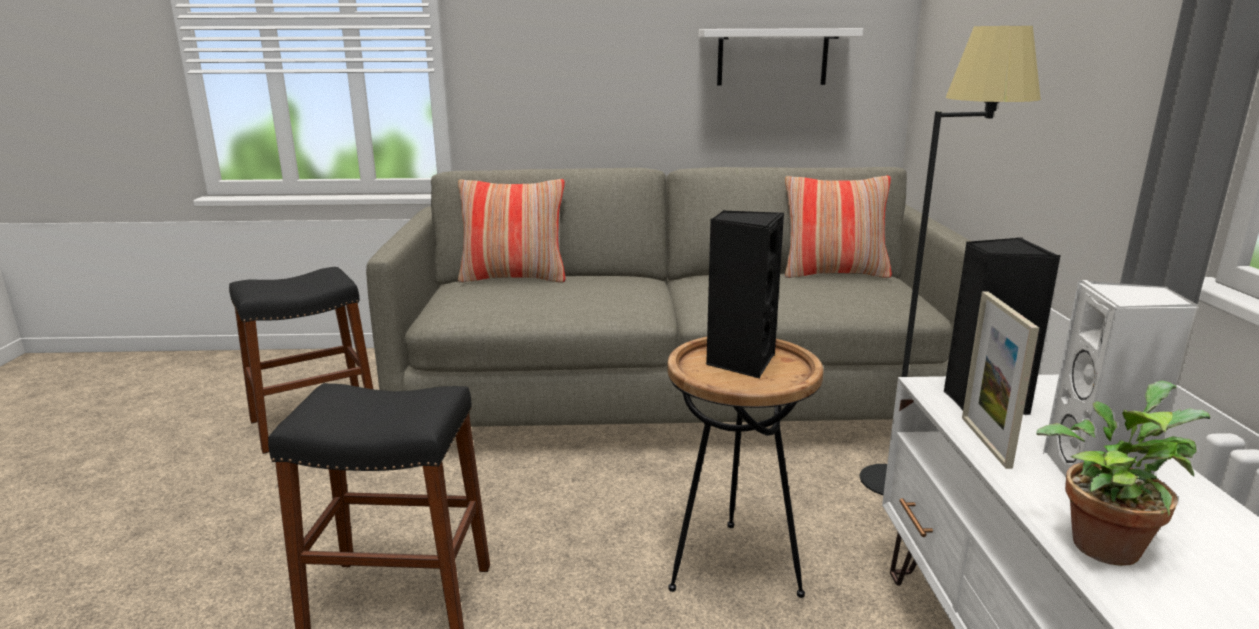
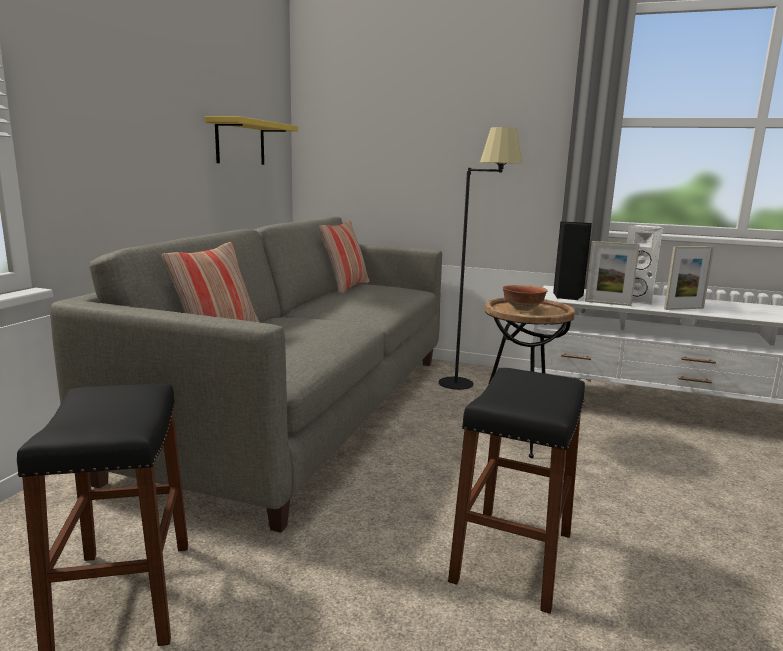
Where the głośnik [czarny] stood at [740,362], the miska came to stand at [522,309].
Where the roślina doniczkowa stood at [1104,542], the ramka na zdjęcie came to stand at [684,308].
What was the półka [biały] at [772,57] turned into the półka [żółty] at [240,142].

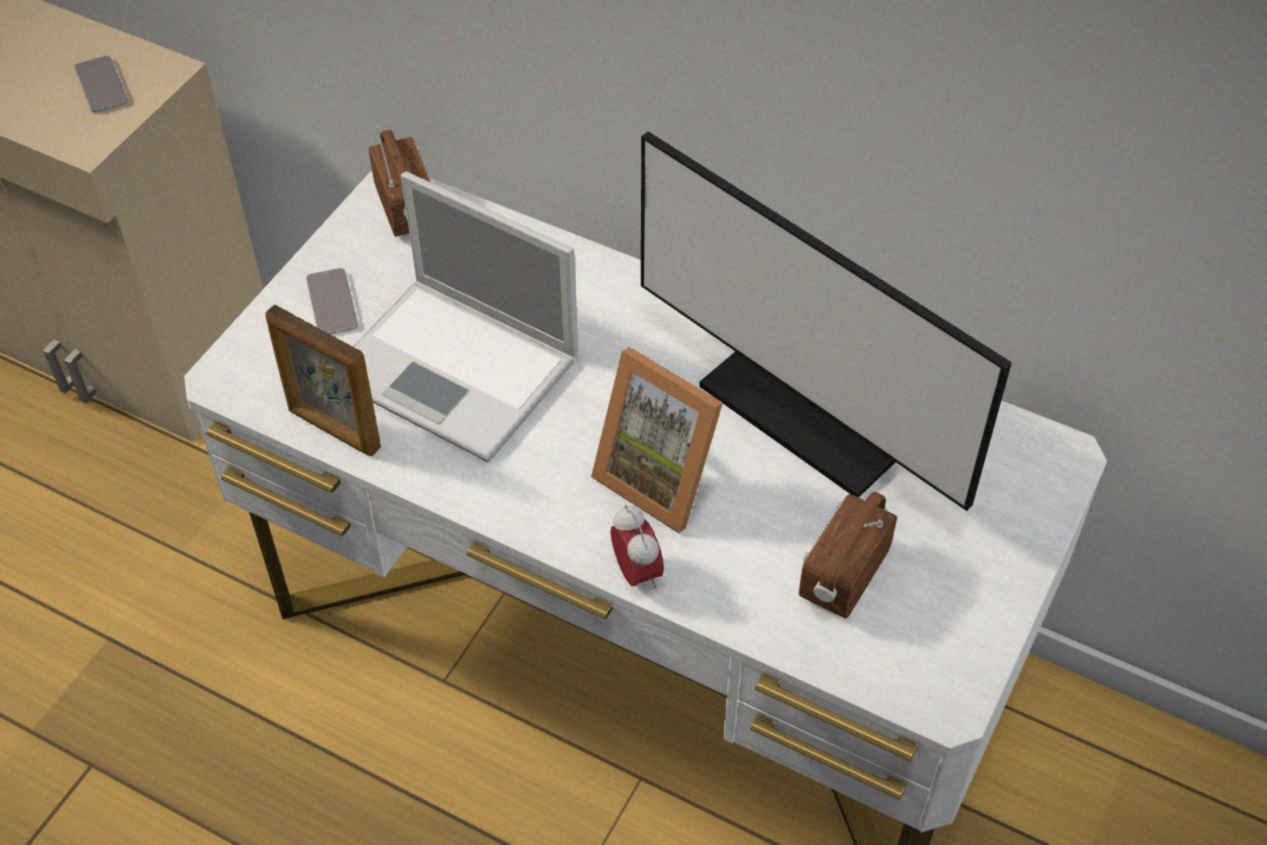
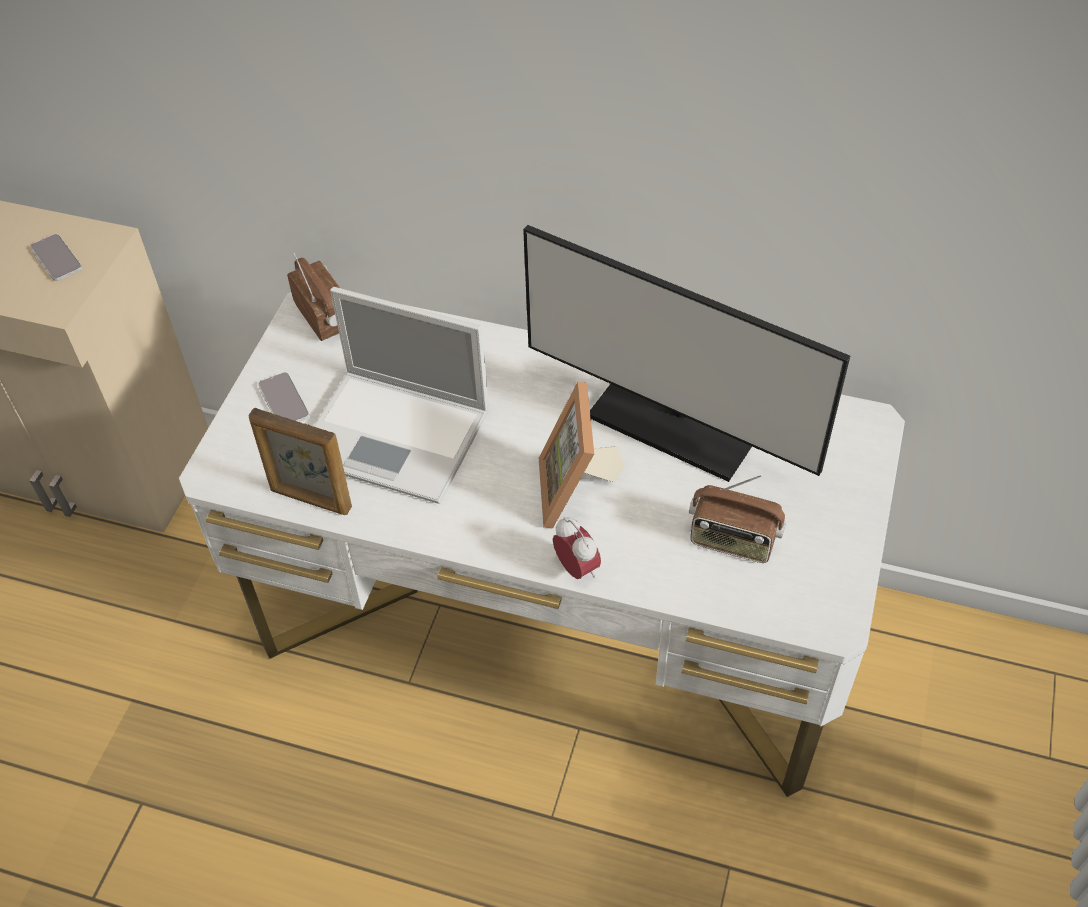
The ramka na zdjęcie at [662,476] ended up facing another way, 60 degrees clockwise from before.
The radio at [842,574] ended up facing another way, 90 degrees counterclockwise from before.

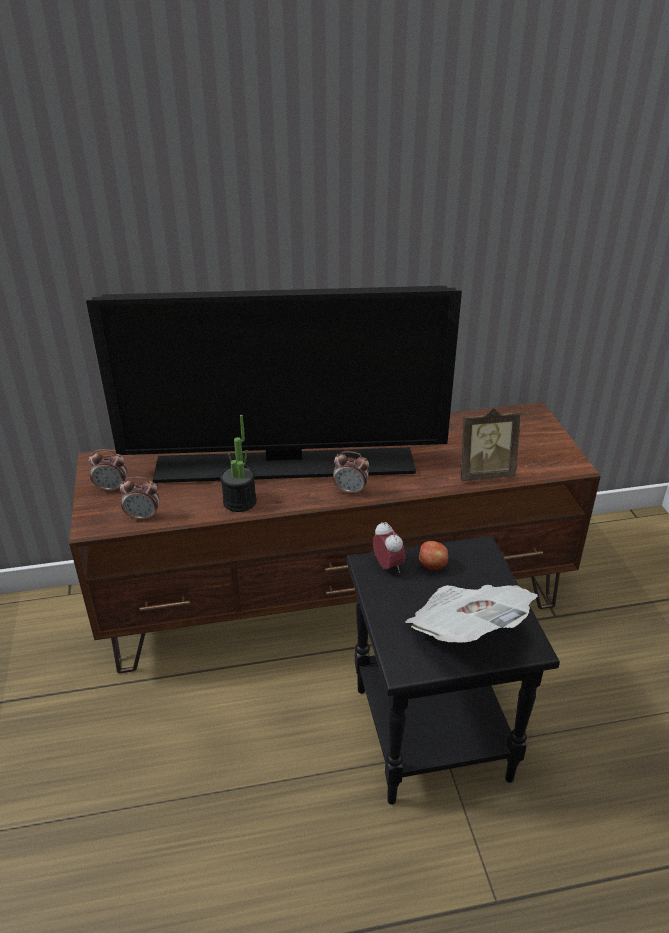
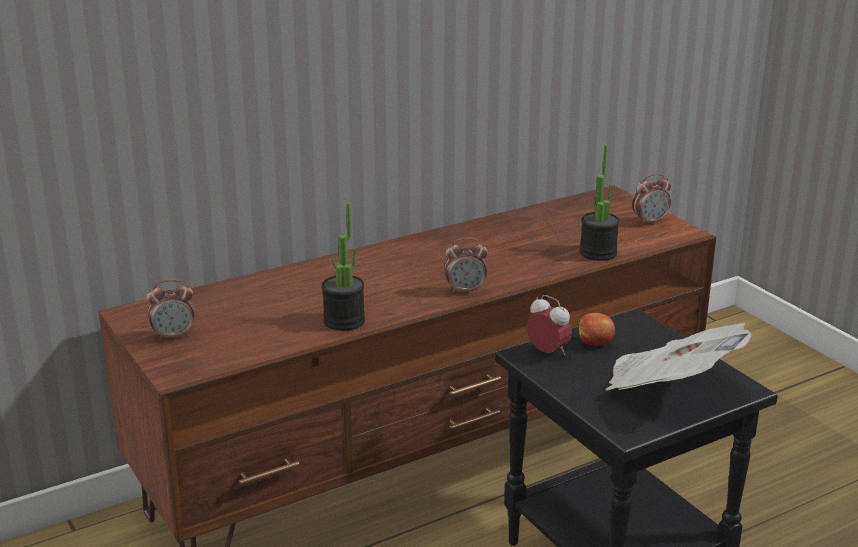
The second view lost the telewizor at [286,465].
The budzik ended up elsewhere, having gone from [143,517] to [649,222].
Where the ramka na zdjęcie stood at [484,473], the roślina doniczkowa came to stand at [598,253].

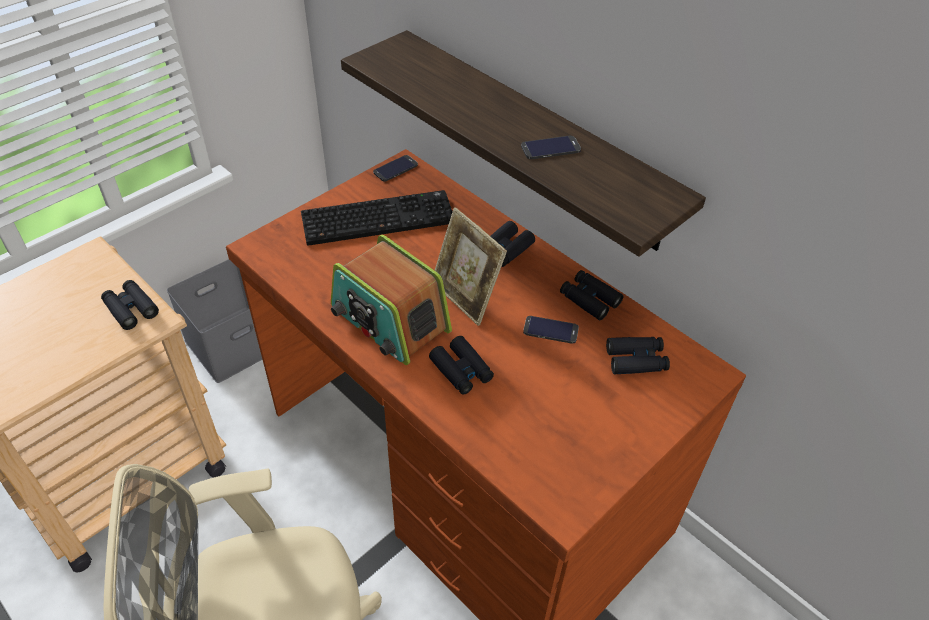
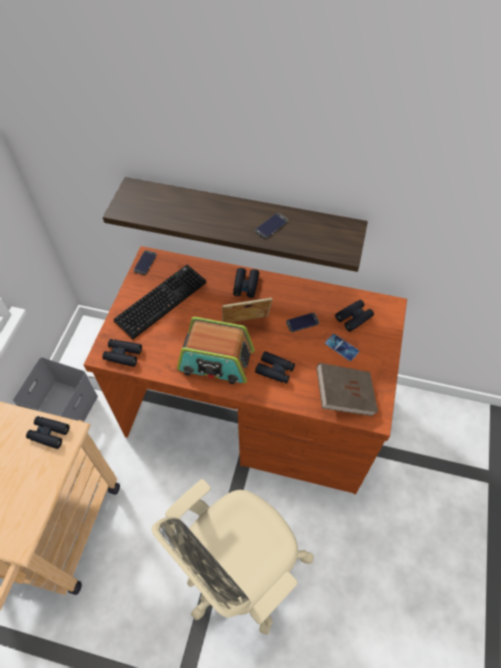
The second view gained the książka [brązowy] at [344,396].
The second view gained the telefon at [341,347].
The lornetka [czarny] ended up elsewhere, having gone from [589,299] to [123,354].
The ramka na zdjęcie at [465,297] ended up facing another way, 150 degrees clockwise from before.

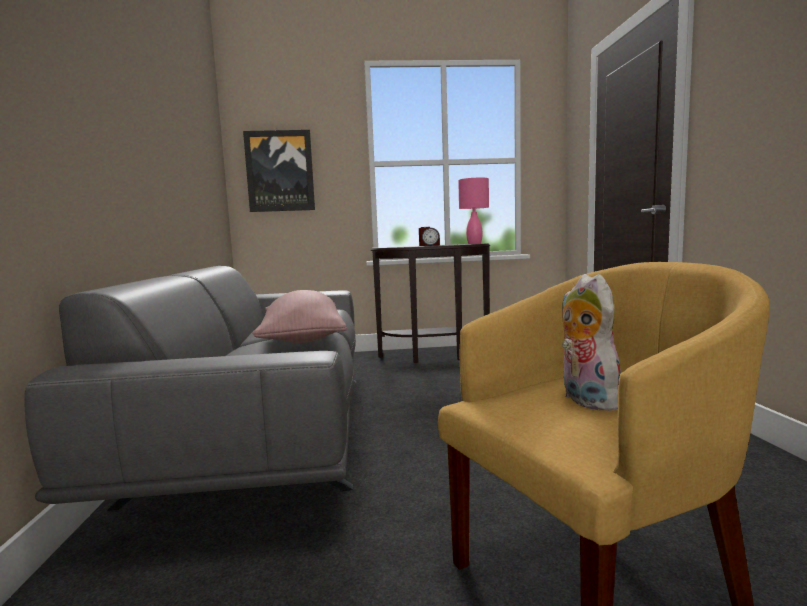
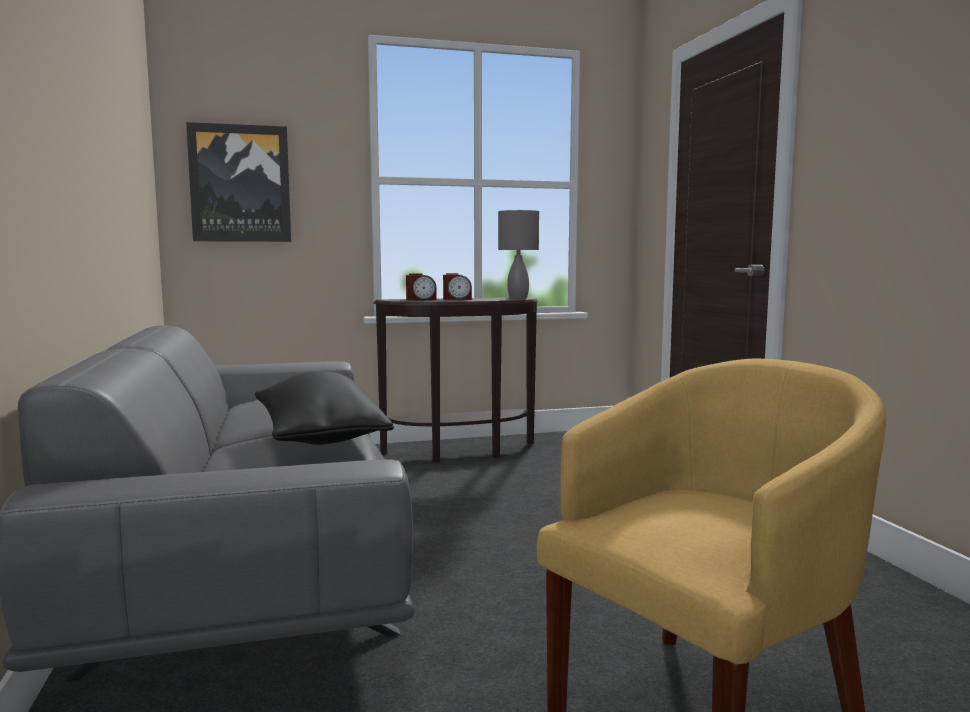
The second view lost the pluszak at [585,400].
The second view gained the budzik at [421,299].
What was the poduszka [różowy] at [302,339] turned into the poduszka [czarny] at [318,438].
What was the lampa stołowa [różowy] at [475,243] turned into the lampa stołowa [szary] at [518,298].

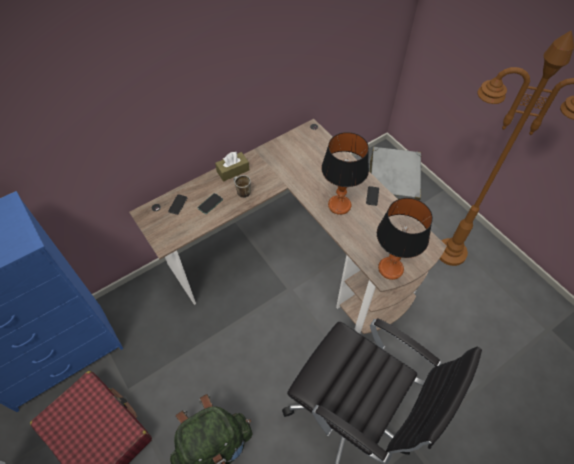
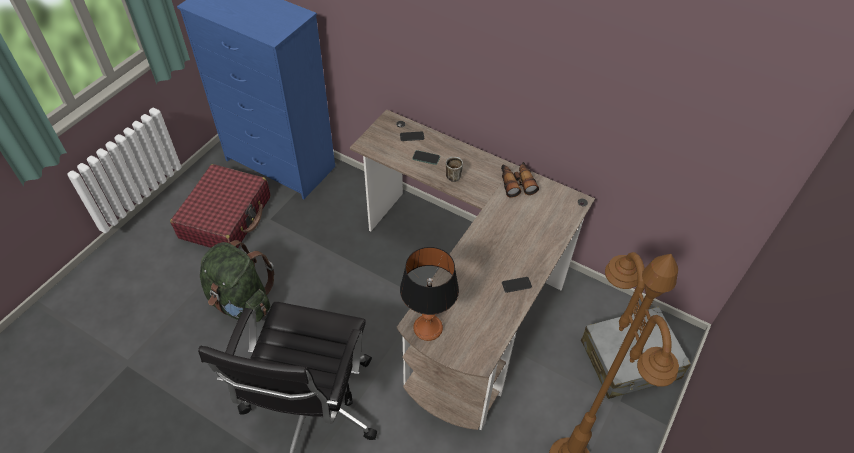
The second view lost the pudełko chusteczek [brązowy] at [233,170].
The second view lost the lampa stołowa at [339,205].
The second view gained the lornetka at [516,182].

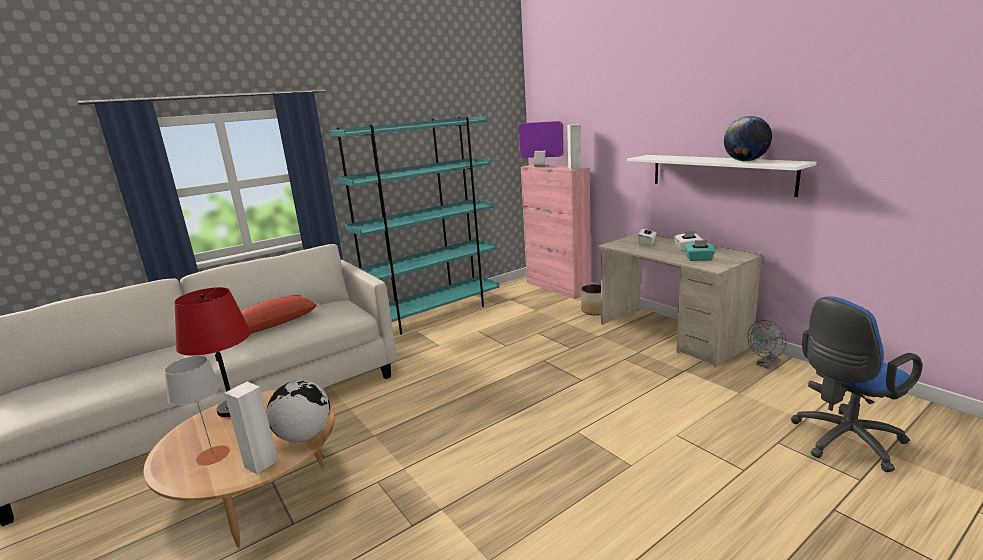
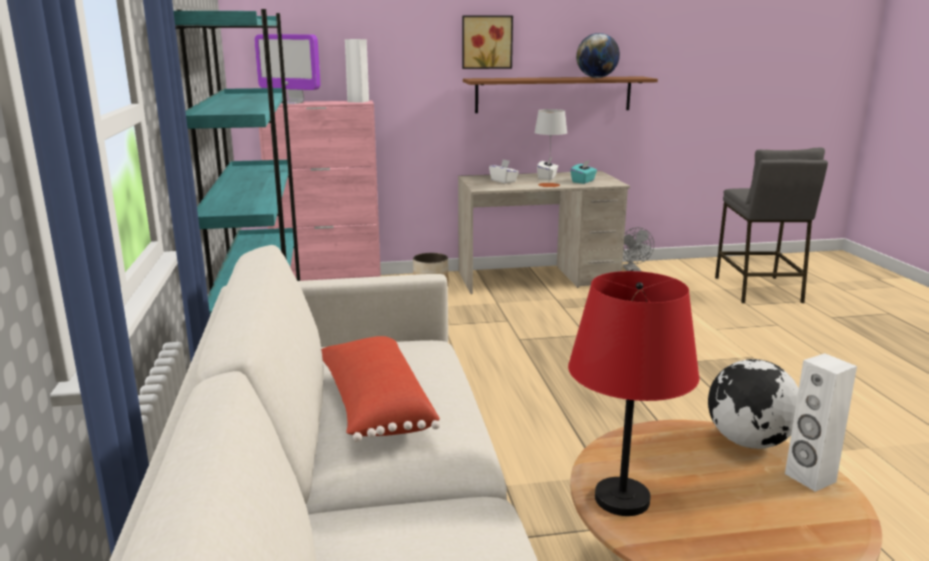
The second view gained the obraz at [486,42].
The lampa stołowa [szary] ended up elsewhere, having gone from [213,455] to [548,185].
Where the krzesło biurowe [niebieski] stood at [843,441], the stołek [szary] came to stand at [758,290].
What was the półka [biały] at [719,173] turned into the półka [brązowy] at [553,94].
The monitor at [541,166] ended up facing another way, 120 degrees counterclockwise from before.

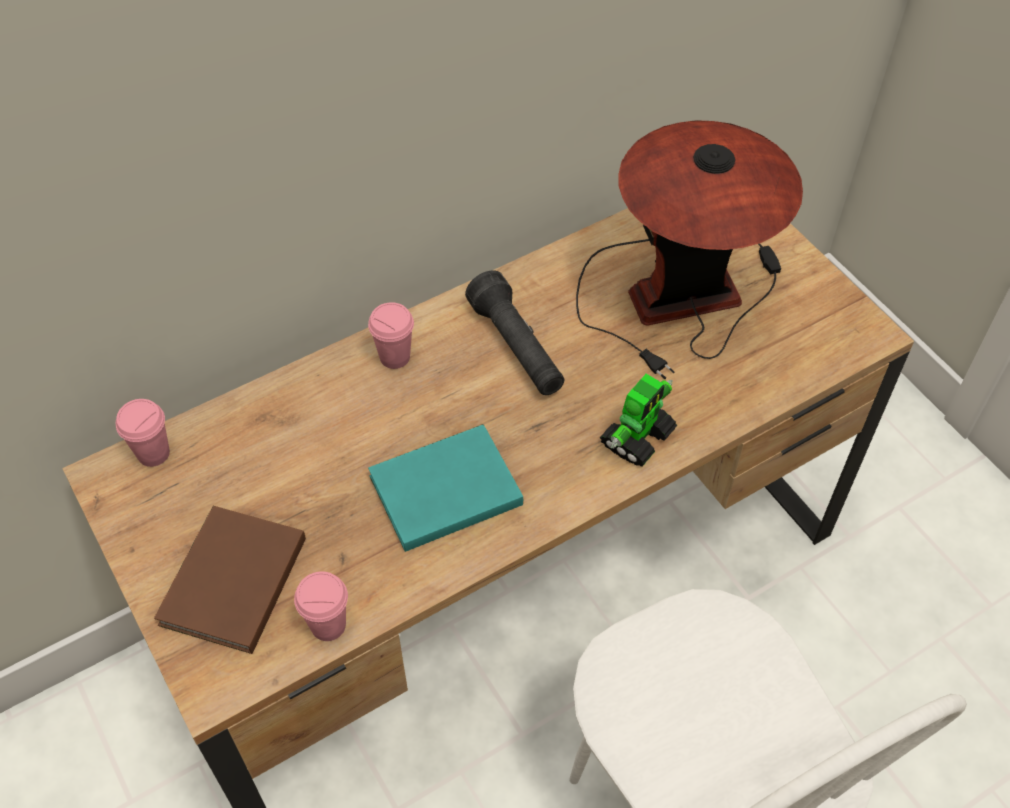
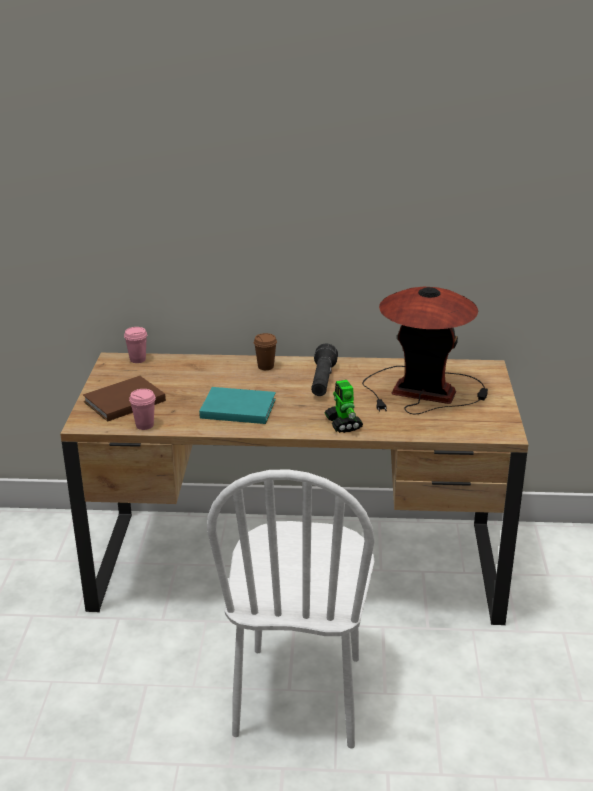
What was the filiżanka [różowy] at [395,357] turned into the filiżanka [brązowy] at [265,366].
The robot zabawkowy at [638,437] ended up facing another way, 90 degrees clockwise from before.

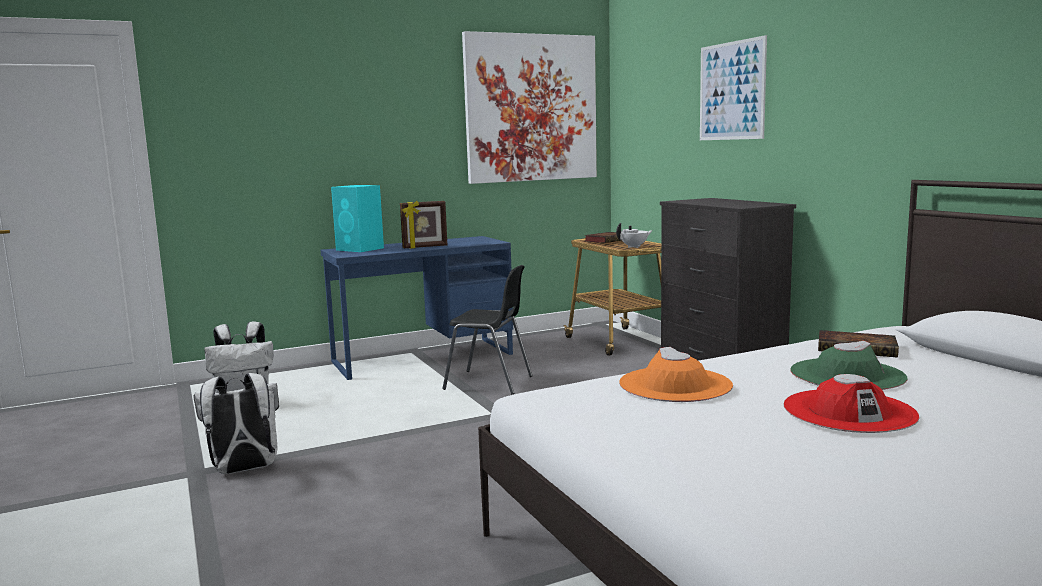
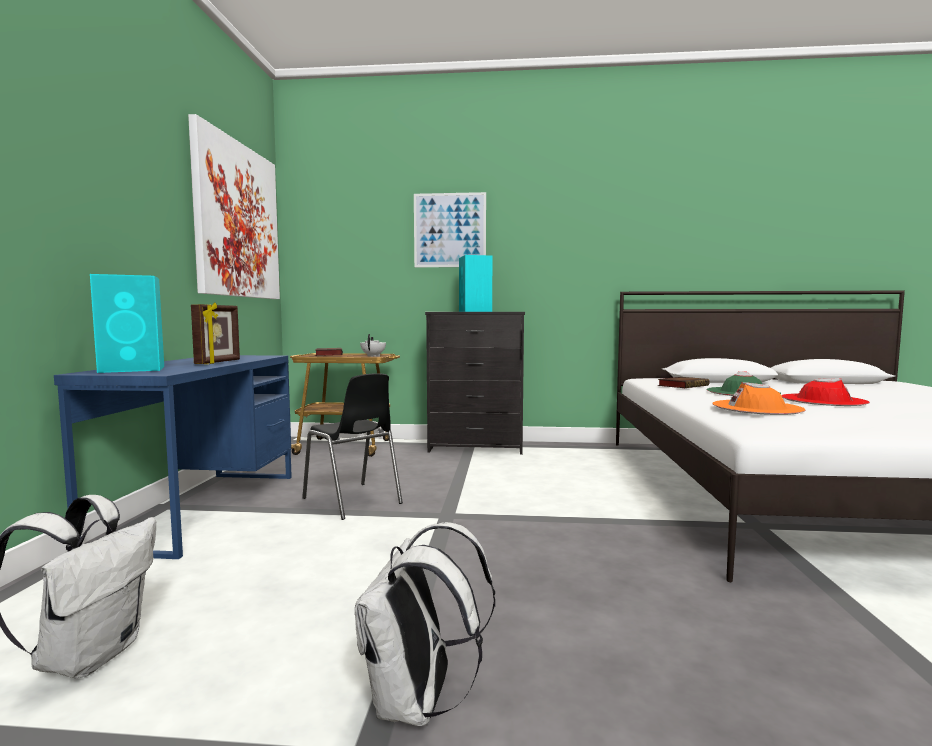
The second view gained the głośnik [turkusowy] at [475,311].
The krzesło [czarny] at [489,383] ended up facing another way, 90 degrees clockwise from before.

